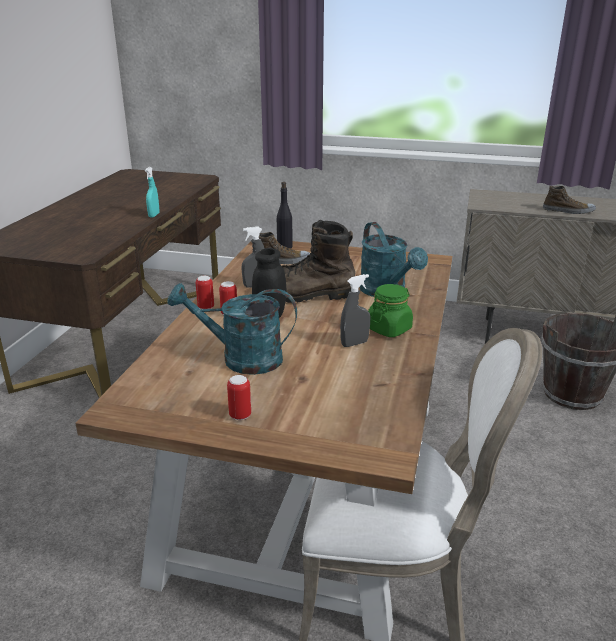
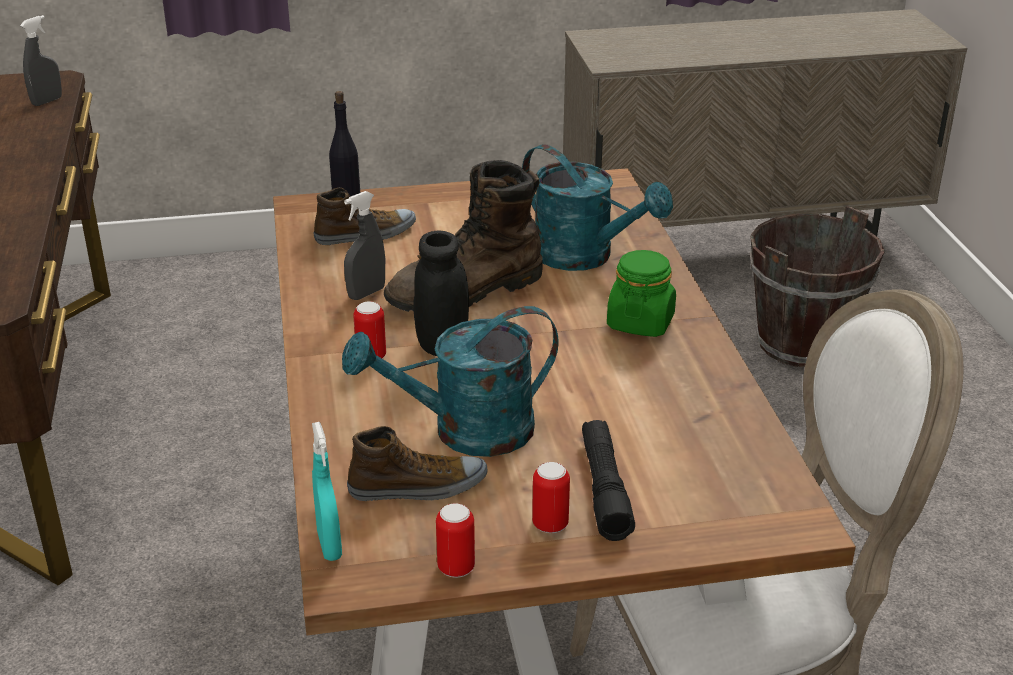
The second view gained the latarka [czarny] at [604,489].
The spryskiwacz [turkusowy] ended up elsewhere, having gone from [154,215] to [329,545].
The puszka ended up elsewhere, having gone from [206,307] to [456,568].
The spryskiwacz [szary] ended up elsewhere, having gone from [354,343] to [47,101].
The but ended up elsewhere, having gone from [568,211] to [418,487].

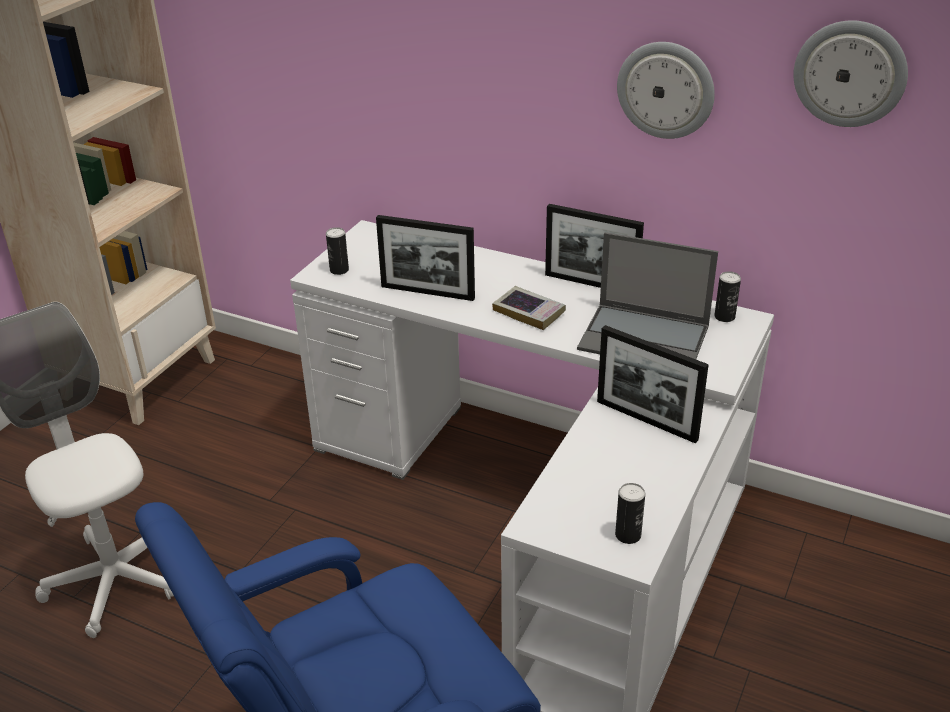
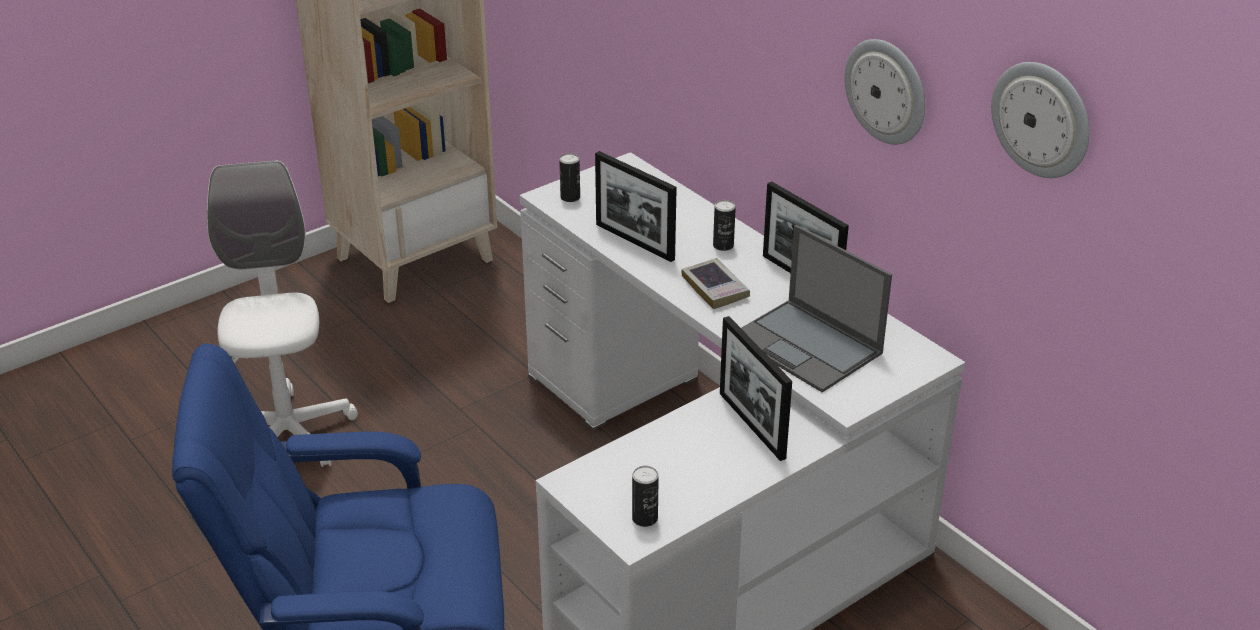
The puszka ended up elsewhere, having gone from [724,317] to [723,245].

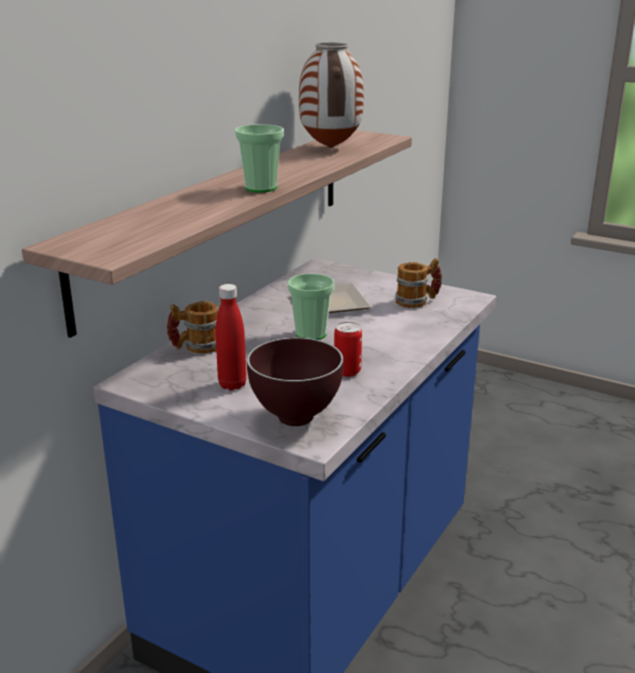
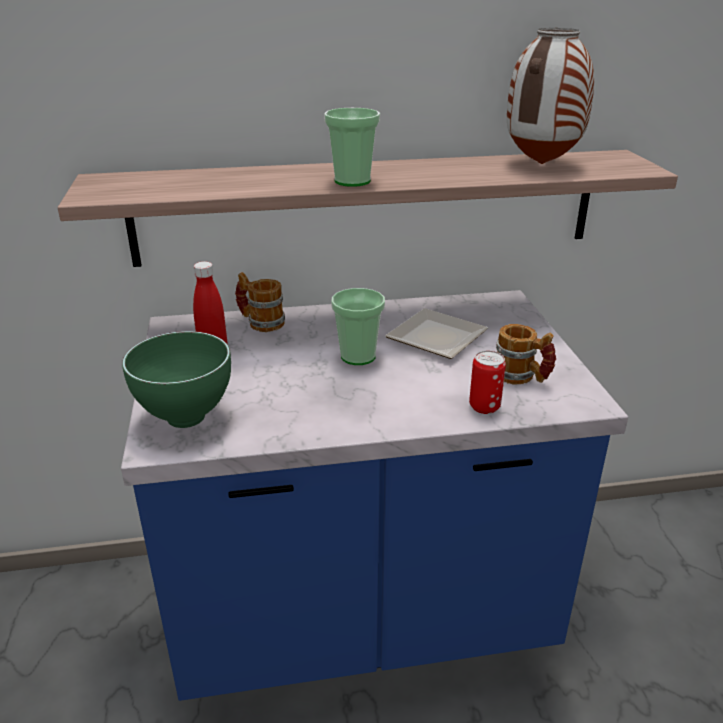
The puszka ended up elsewhere, having gone from [347,371] to [484,407].
What was the miska [brązowy] at [293,418] turned into the miska [zielony] at [186,417].

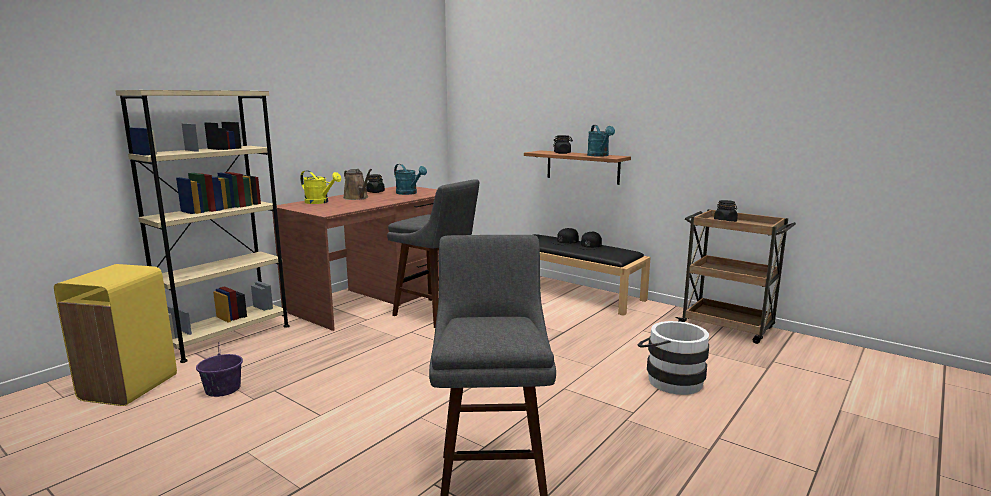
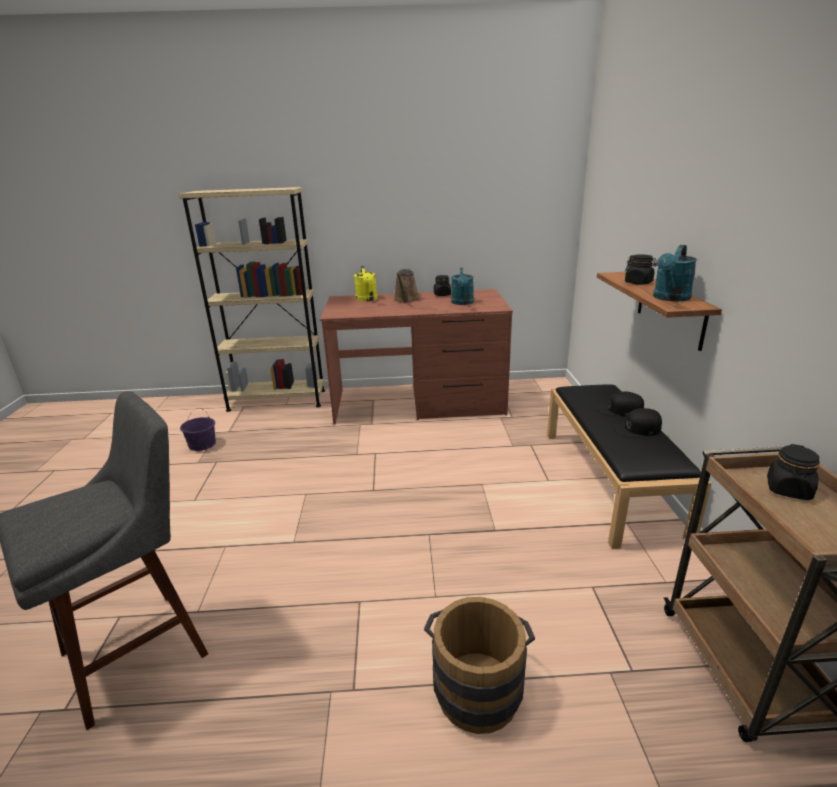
The second view lost the kosz na śmieci [żółty] at [130,387].
The second view lost the stołek [szary] at [436,313].
What was the wiadro [biały] at [670,380] turned into the wiadro [brązowy] at [477,684].

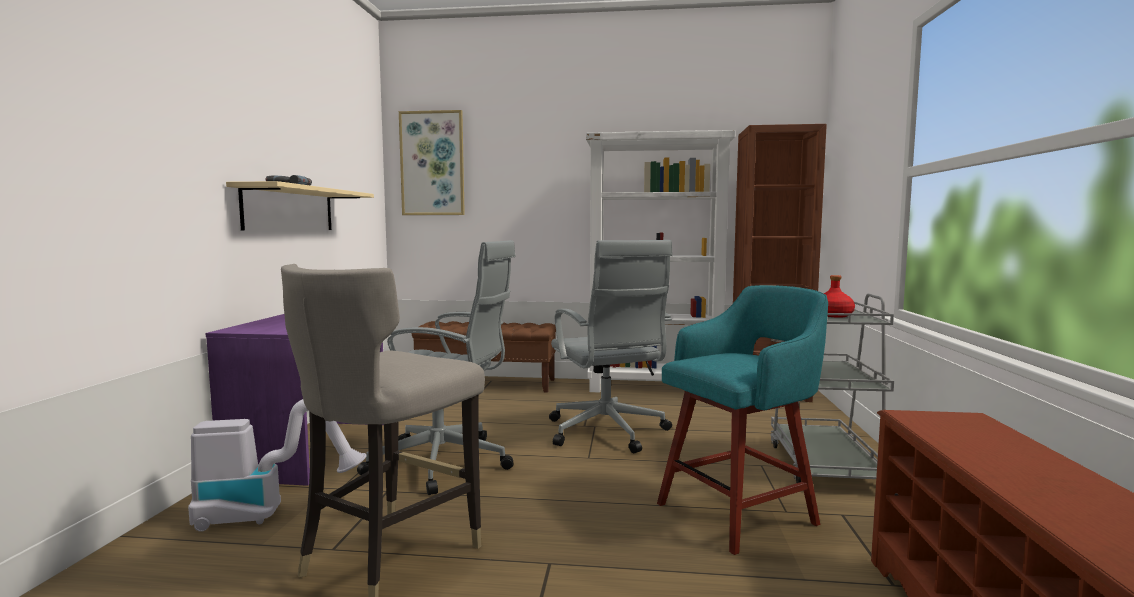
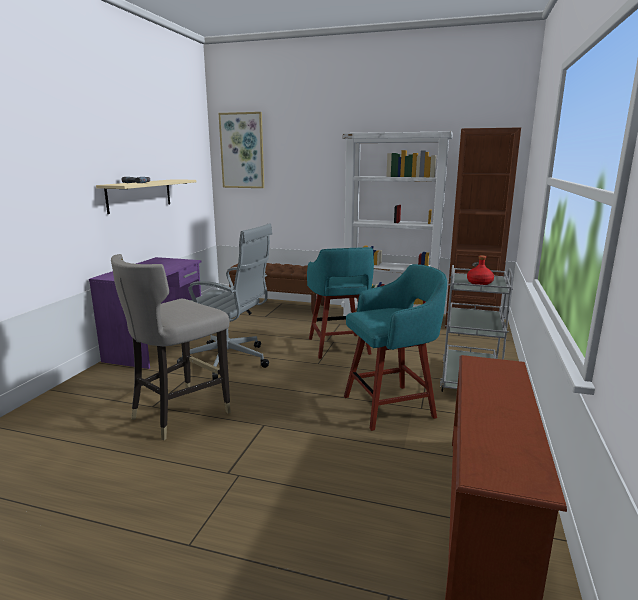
The second view lost the odkurzacz at [269,514].
Where the krzesło biurowe [szary] stood at [607,433], the stołek [turkusowy] came to stand at [339,347].

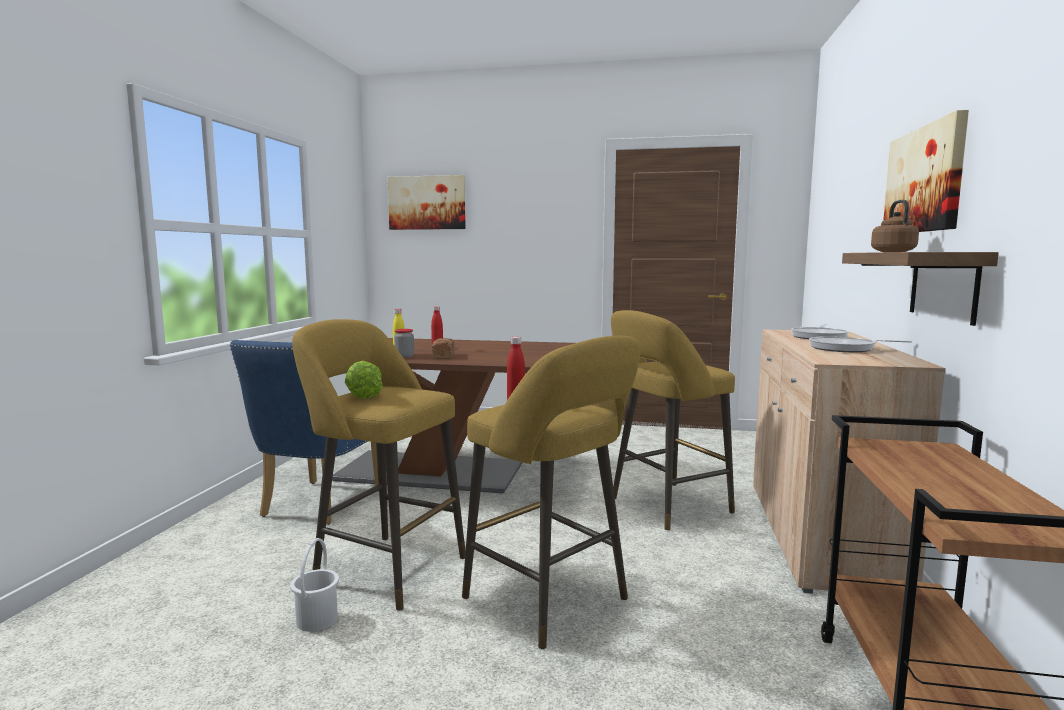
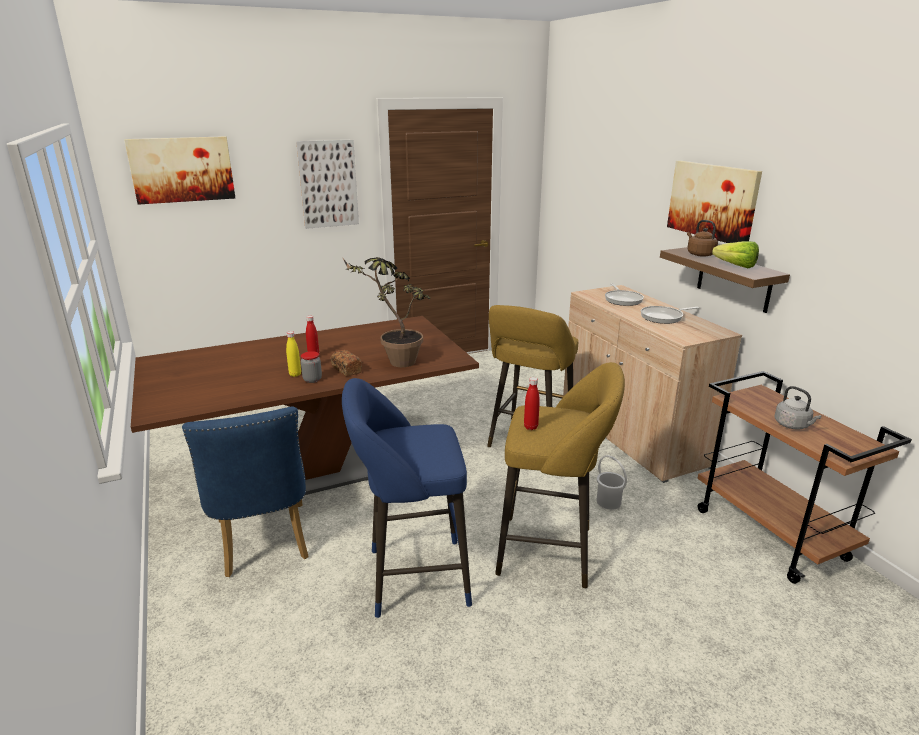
The second view gained the obraz at [328,184].
The second view gained the roślina doniczkowa at [393,361].
The second view gained the czajnik [szary] at [793,425].
The wiadro [biały] ended up elsewhere, having gone from [318,619] to [609,501].
The sałata ended up elsewhere, having gone from [364,394] to [732,265].
What was the stołek [żółty] at [384,568] turned into the stołek [niebieski] at [411,577].

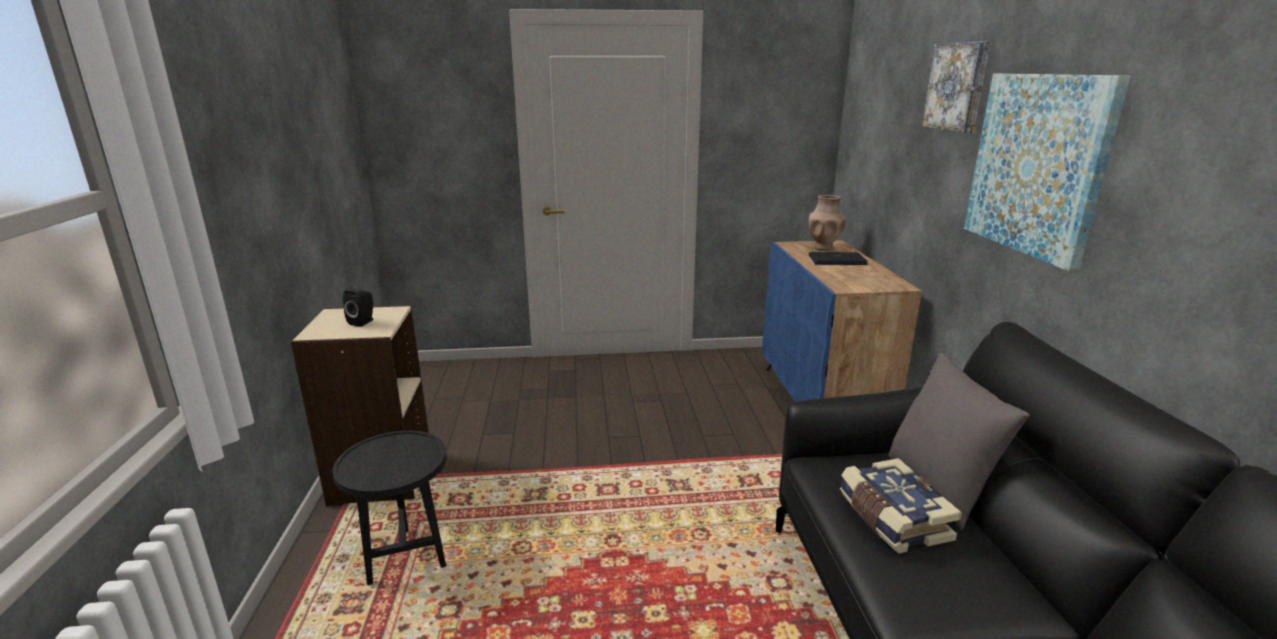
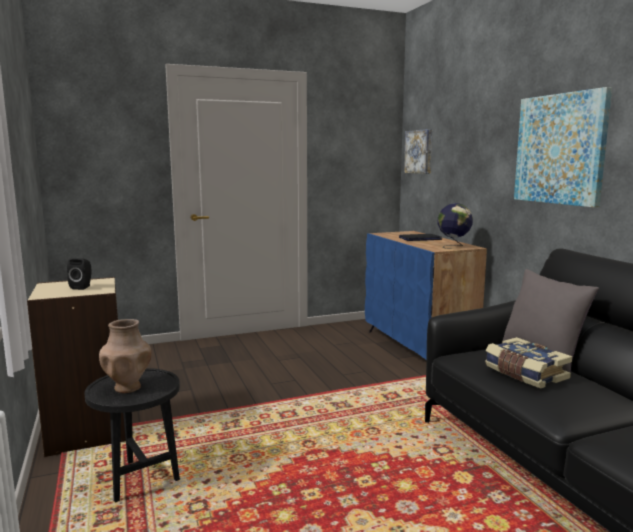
The second view gained the globus at [453,246].
The wazon [brązowy] ended up elsewhere, having gone from [823,248] to [128,387].
The obraz ended up elsewhere, having gone from [958,87] to [419,151].

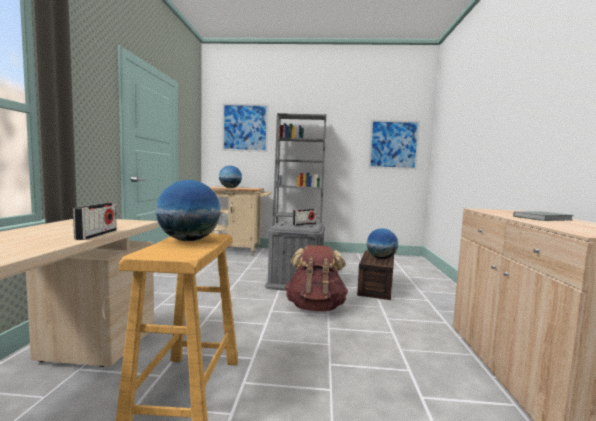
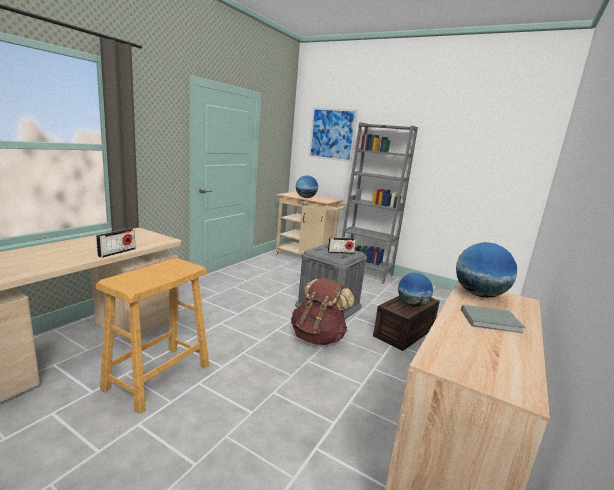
The second view lost the obraz at [393,144].
The globus ended up elsewhere, having gone from [189,240] to [479,295].

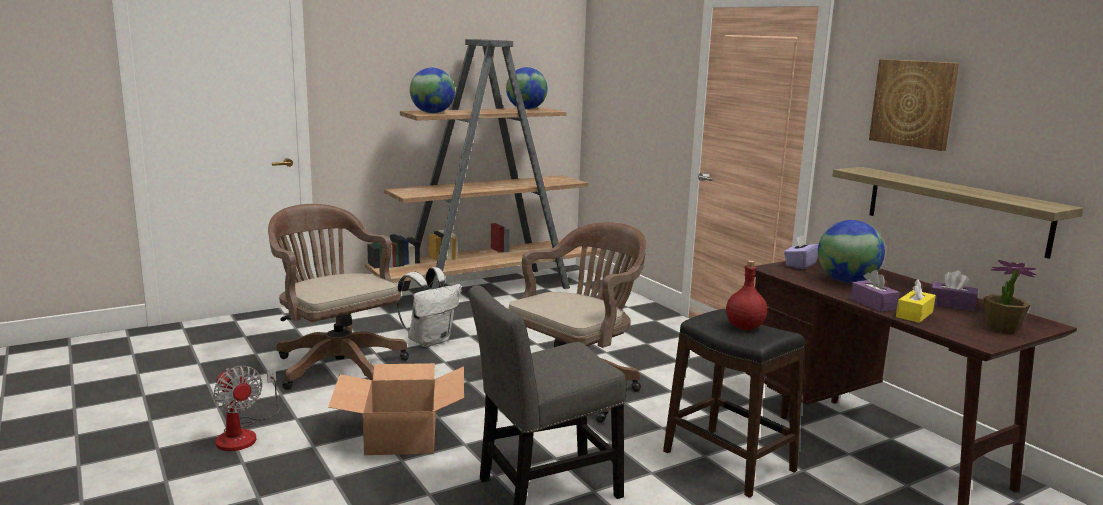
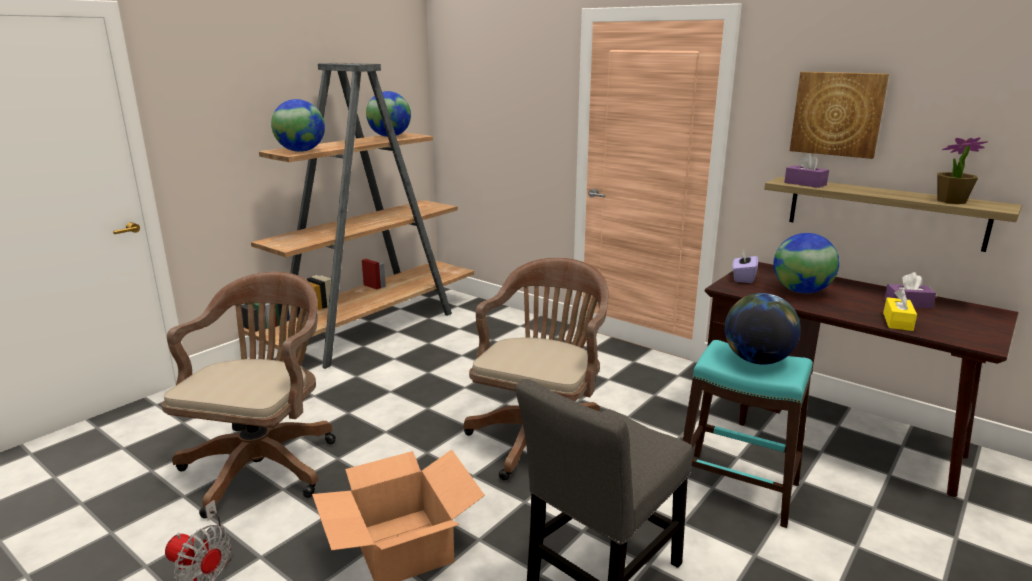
The second view lost the plecak [biały] at [429,341].
The pudełko chusteczek [fioletowy] ended up elsewhere, having gone from [872,304] to [805,183].
The roślina doniczkowa ended up elsewhere, having gone from [1001,328] to [951,201].
Where the butelka [czerwony] stood at [744,327], the globus came to stand at [757,360].
What was the stołek [czarny] at [728,461] turned into the stołek [turkusowy] at [737,489].
The krzesło biurowe [brązowy] at [336,365] ended up facing another way, 75 degrees clockwise from before.

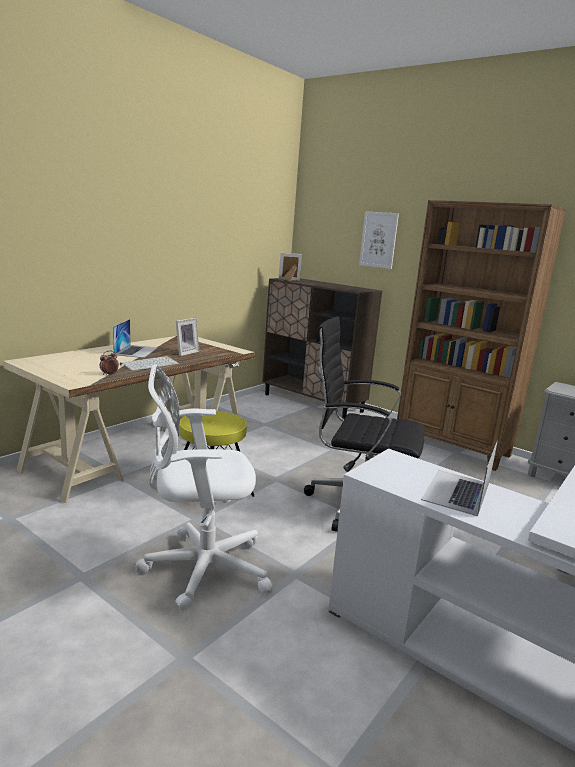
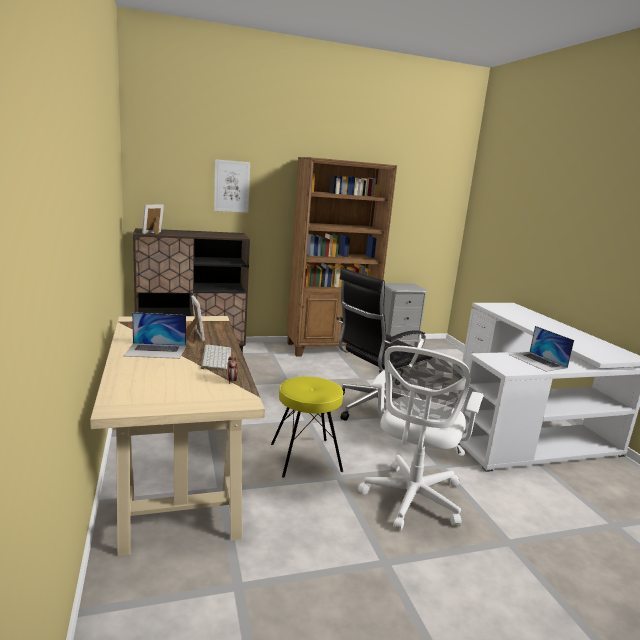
The laptop at [136,351] ended up facing another way, 135 degrees clockwise from before.

